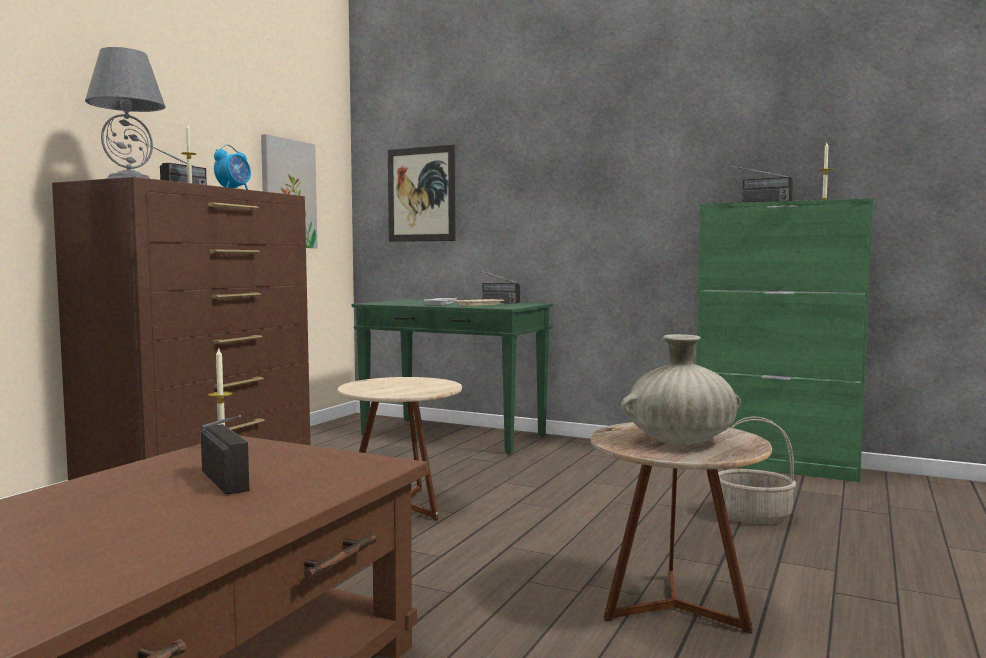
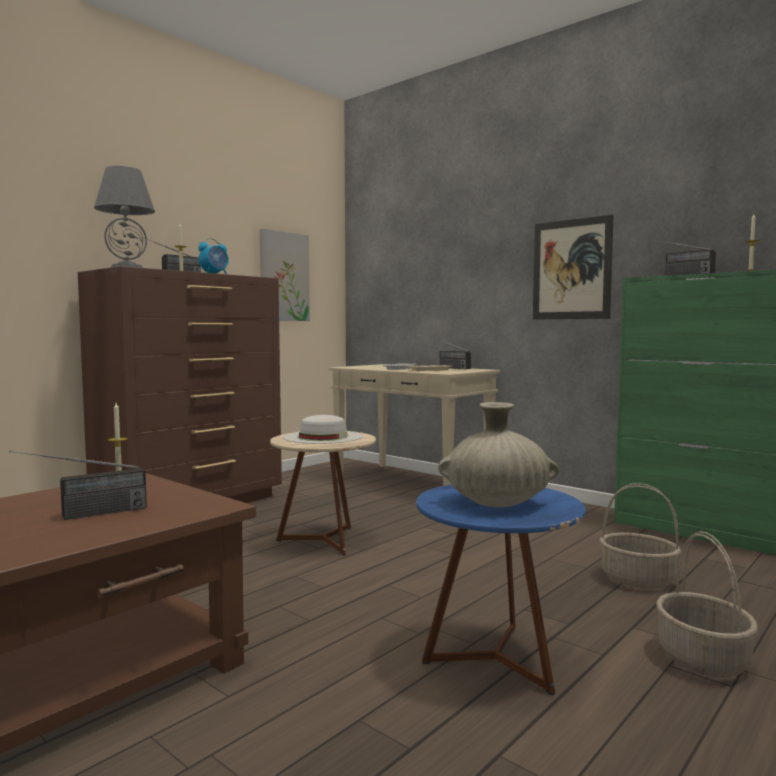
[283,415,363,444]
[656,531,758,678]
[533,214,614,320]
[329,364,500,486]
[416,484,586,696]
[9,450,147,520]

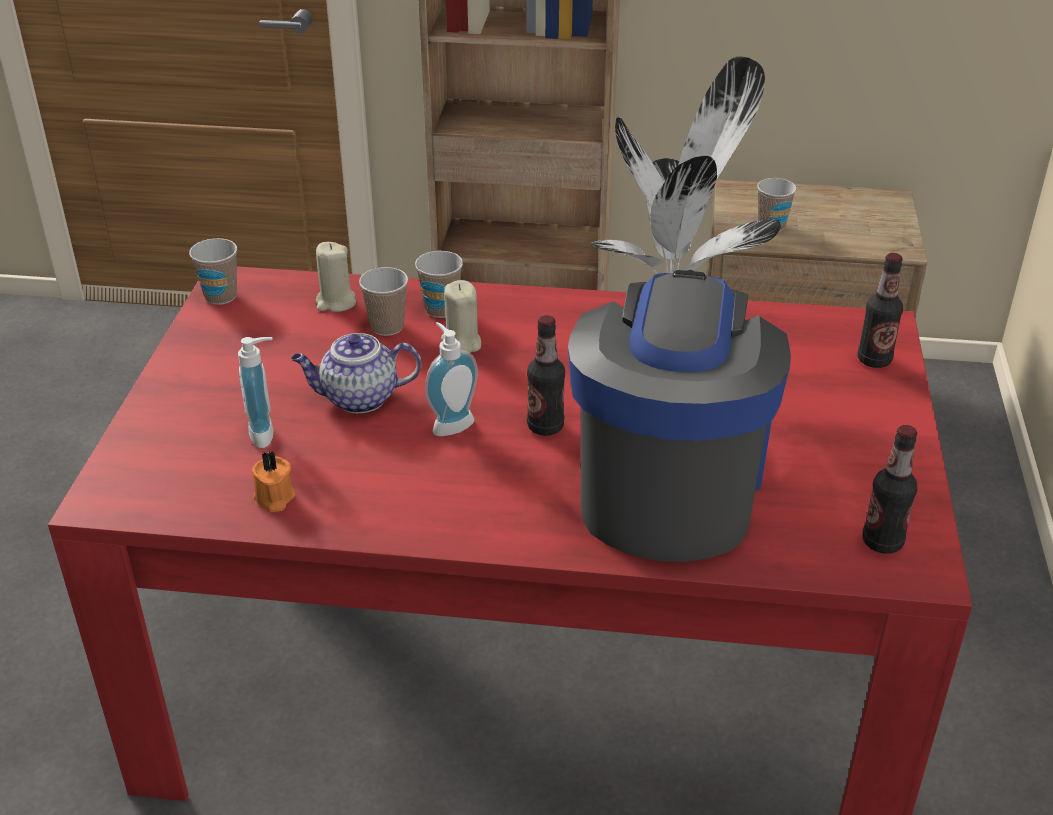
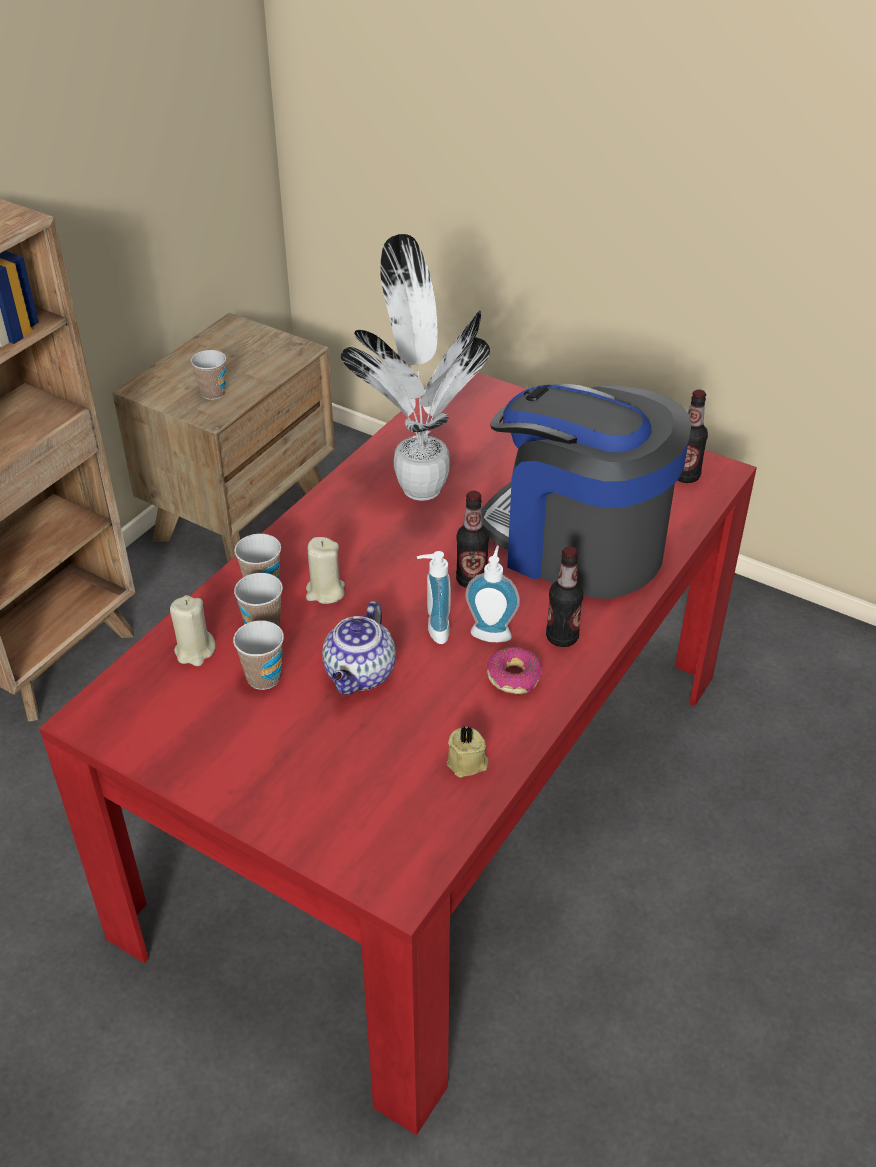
[487,647,542,694]
[233,620,284,690]
[465,546,520,642]
[546,546,583,647]
[447,725,489,777]

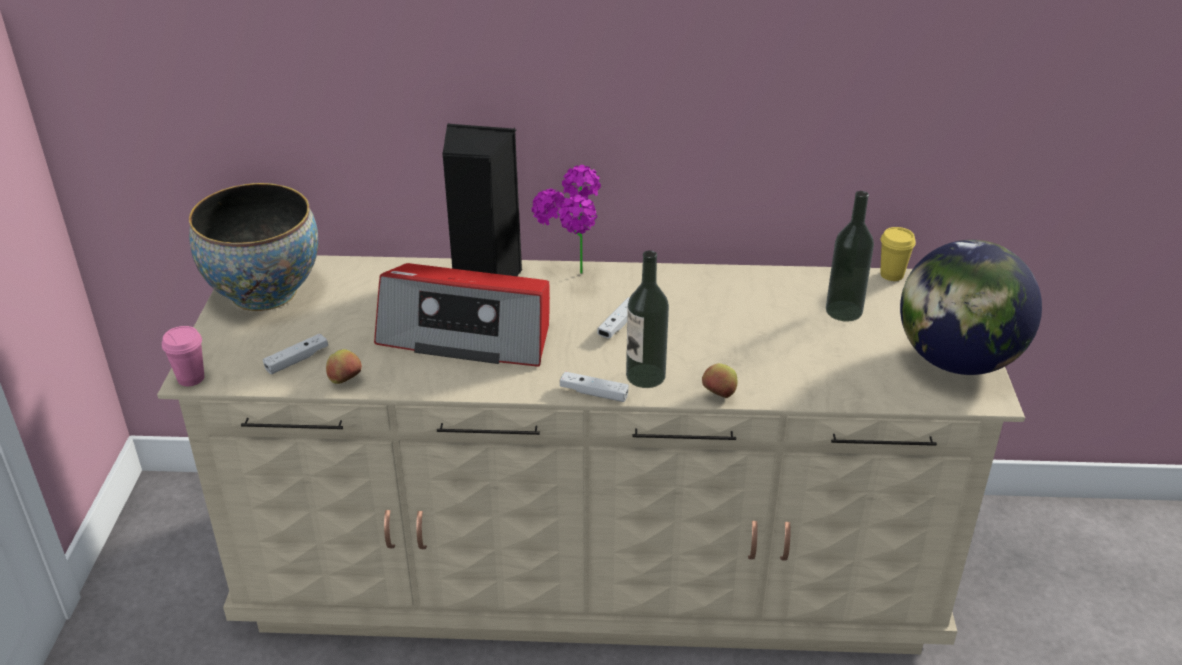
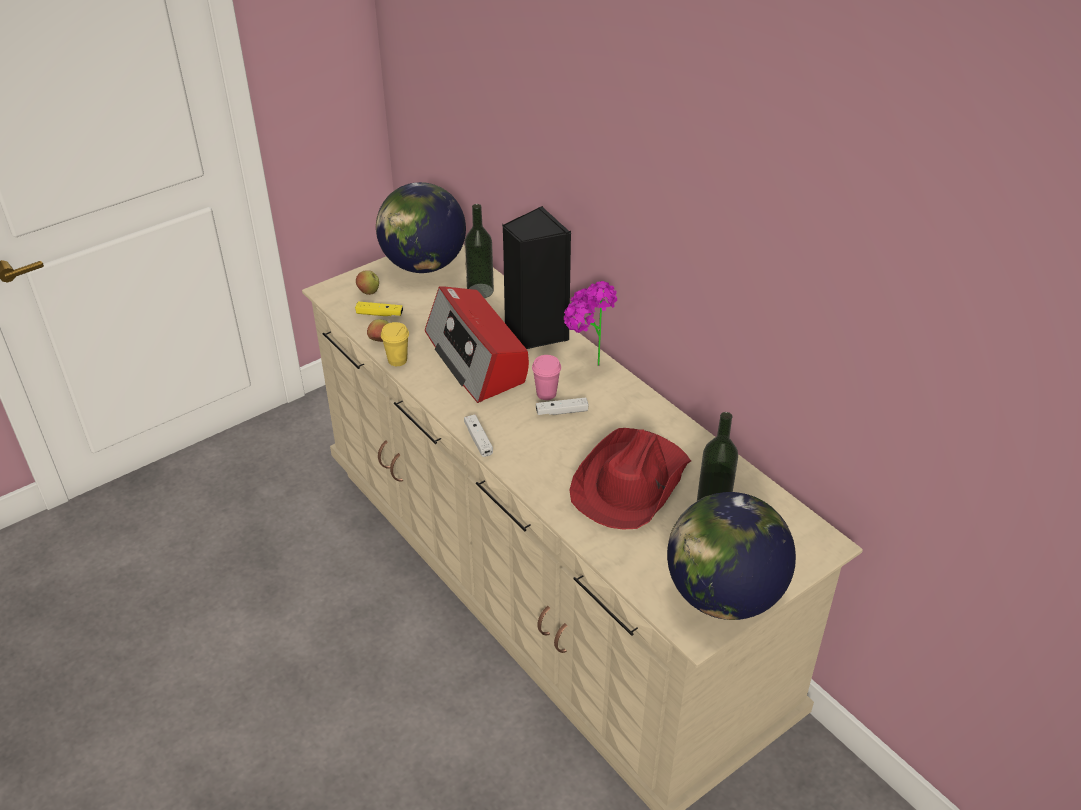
[569,428,691,529]
[532,355,561,400]
[464,204,494,298]
[356,270,379,295]
[381,322,409,366]
[376,182,466,273]
[355,302,403,316]

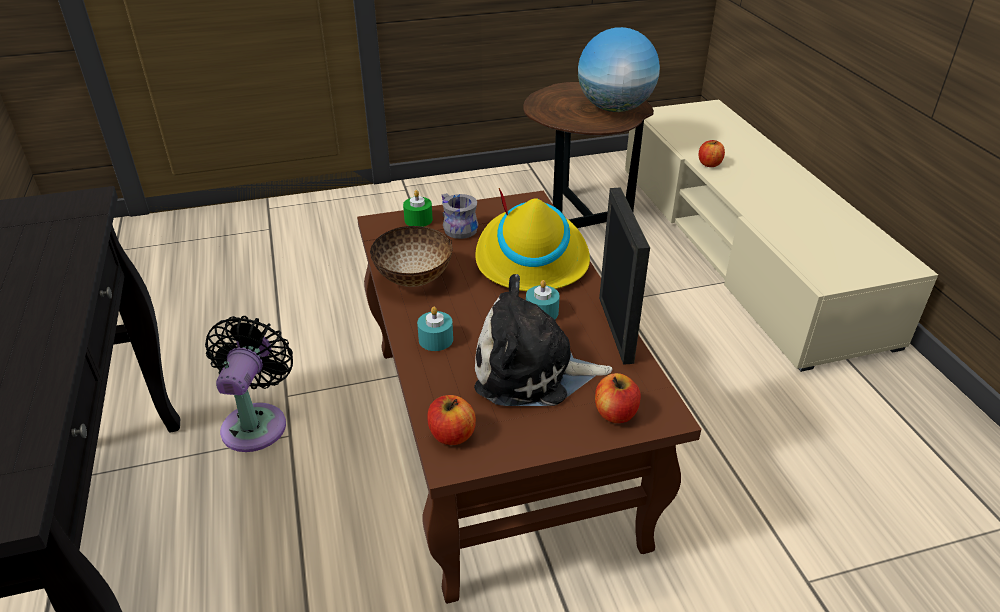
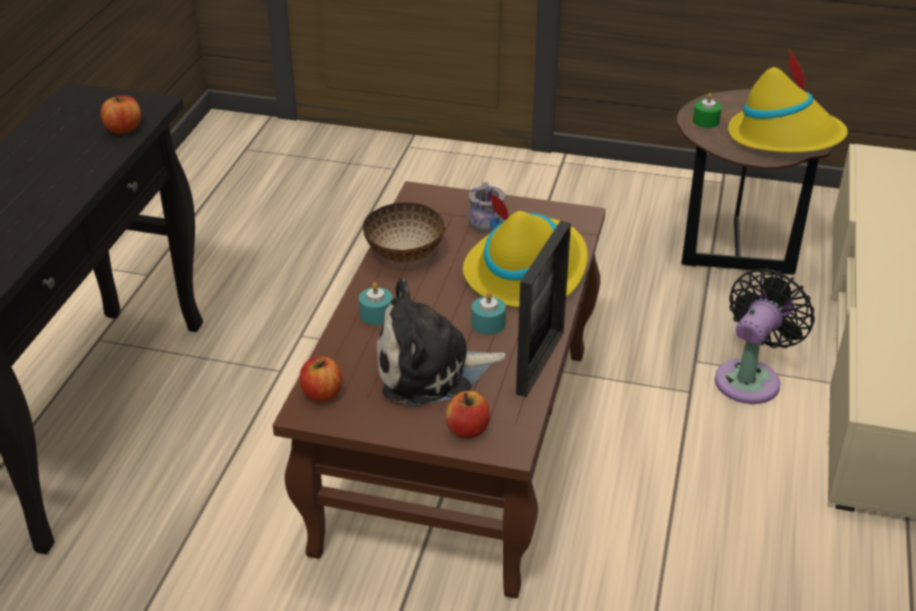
[715,268,815,404]
[693,93,722,128]
[101,95,141,134]
[728,48,848,153]
[377,279,506,405]

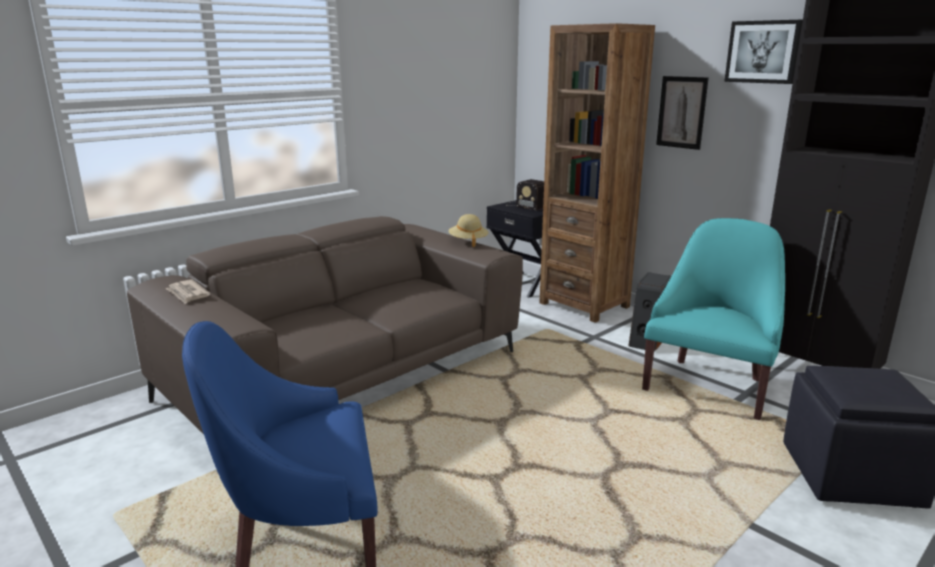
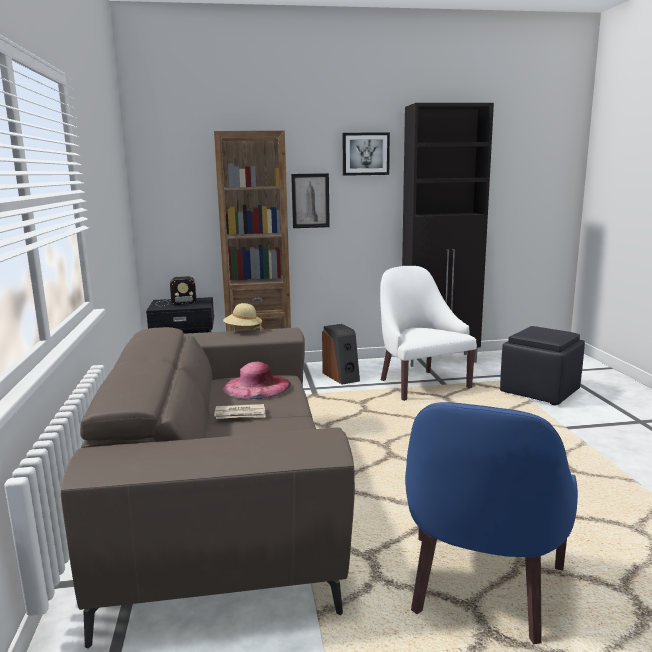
[223,362,291,399]
[214,404,266,419]
[380,266,477,401]

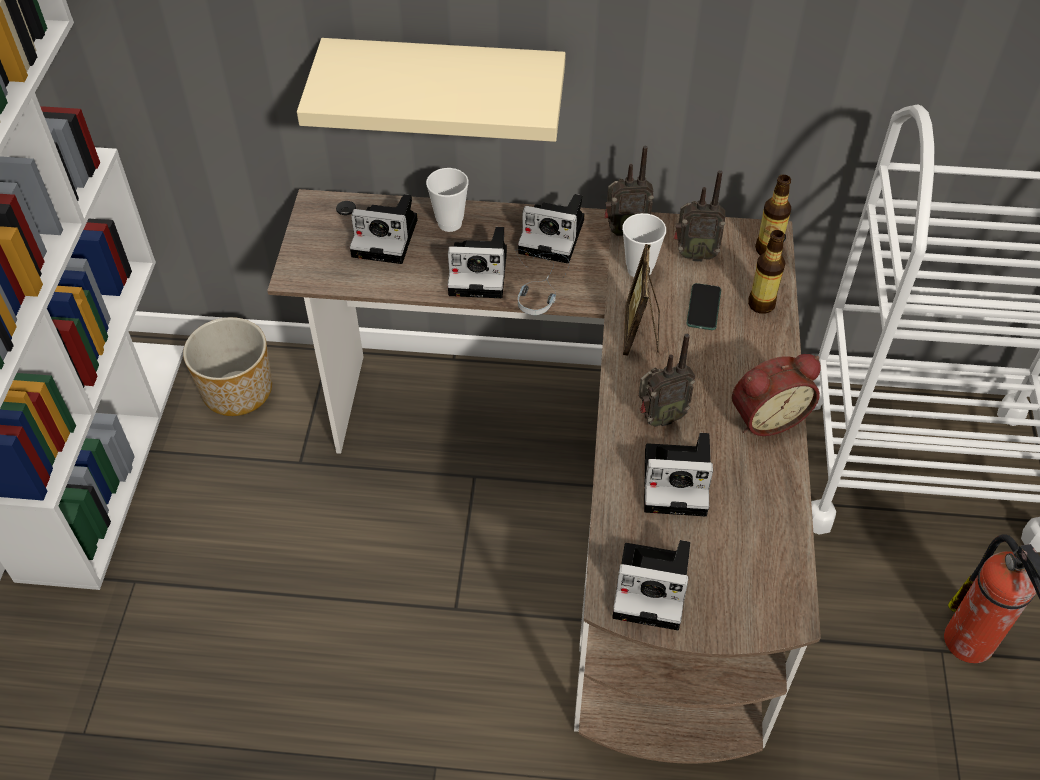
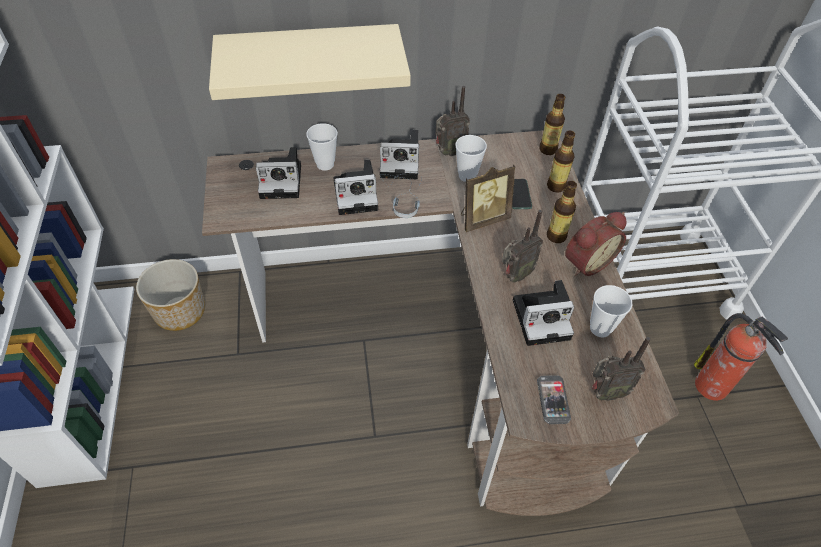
[547,181,577,243]
[590,285,632,338]
[592,337,650,401]
[537,375,571,424]
[461,165,515,232]

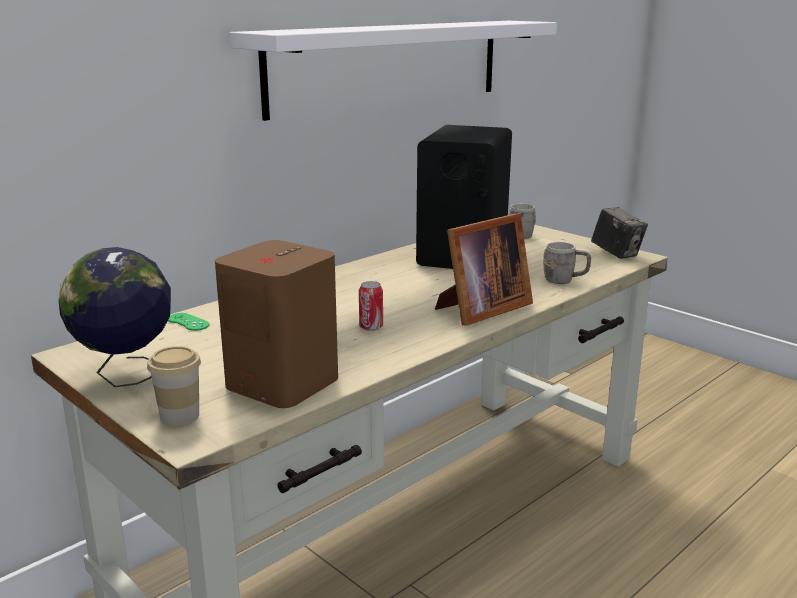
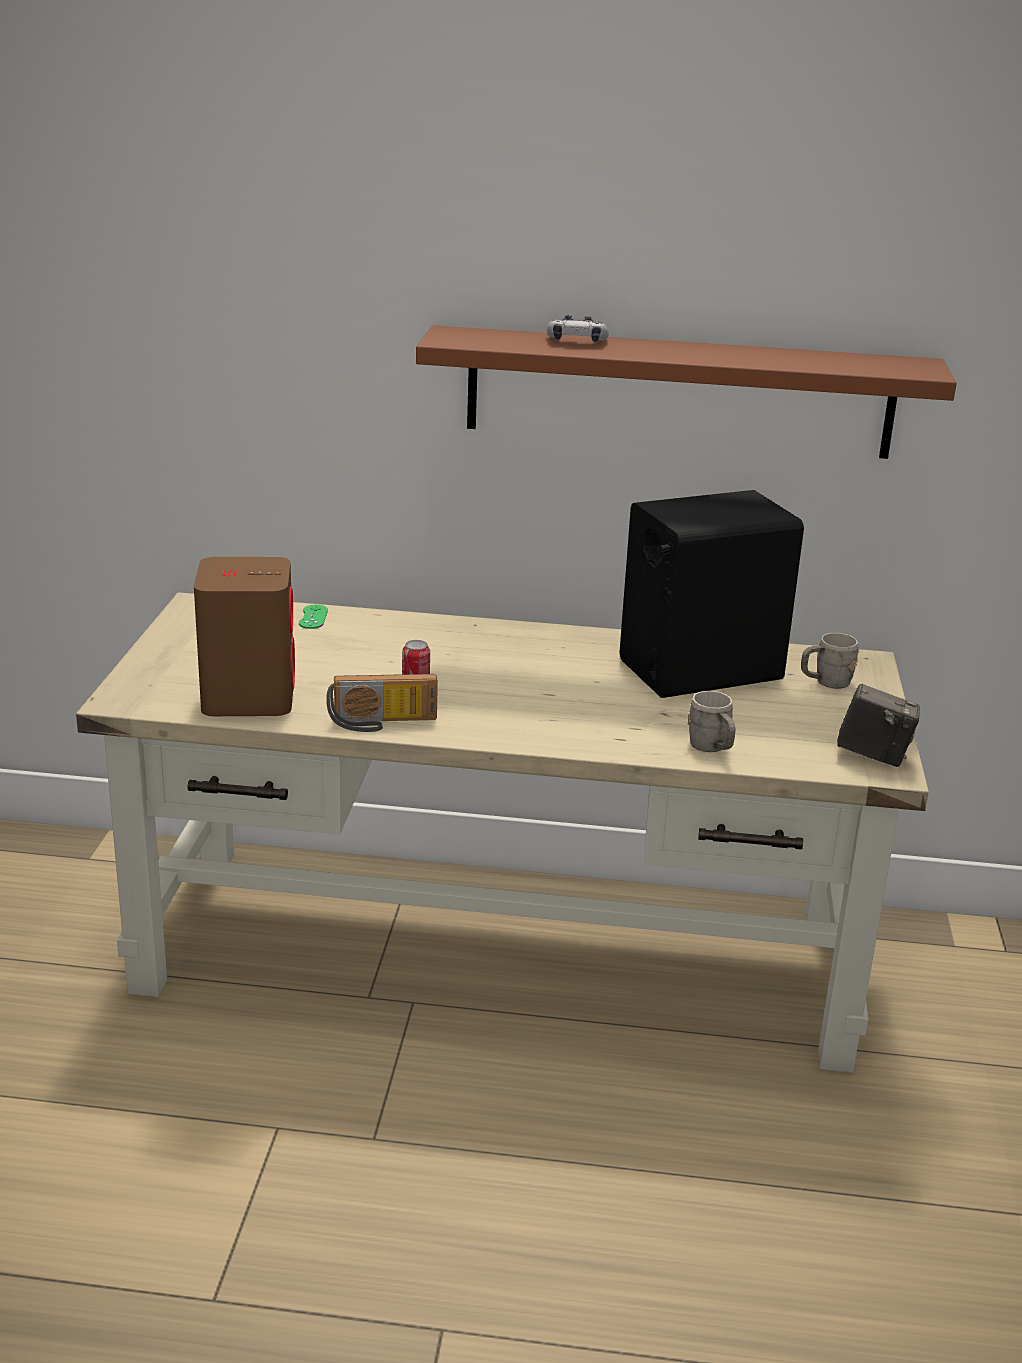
[58,247,171,387] (first image)
[147,346,201,426] (first image)
[435,213,533,326] (first image)
[326,674,438,732]
[547,315,609,342]
[416,325,957,459]
[837,683,920,767]

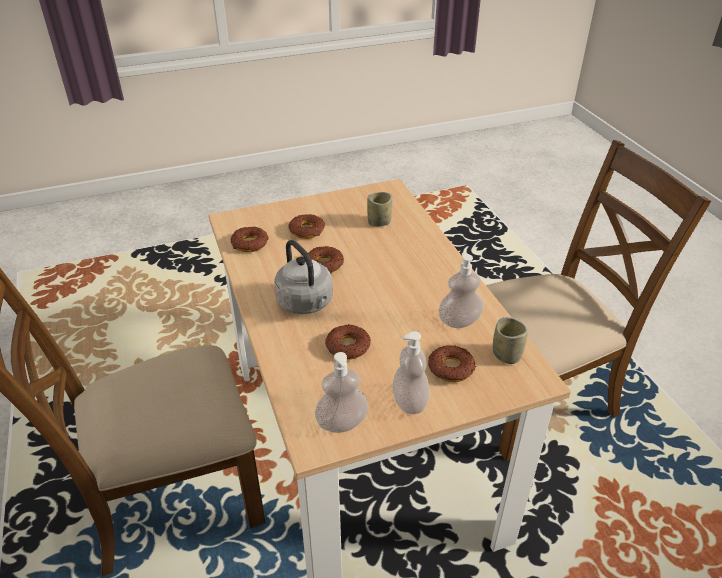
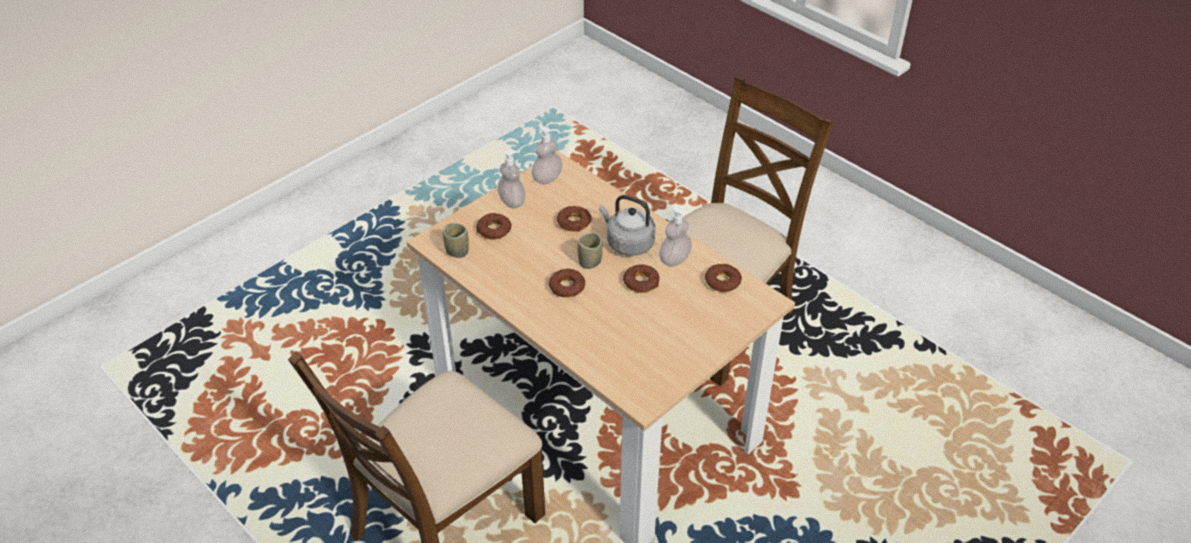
[549,269,585,297]
[577,233,603,269]
[659,207,692,267]

